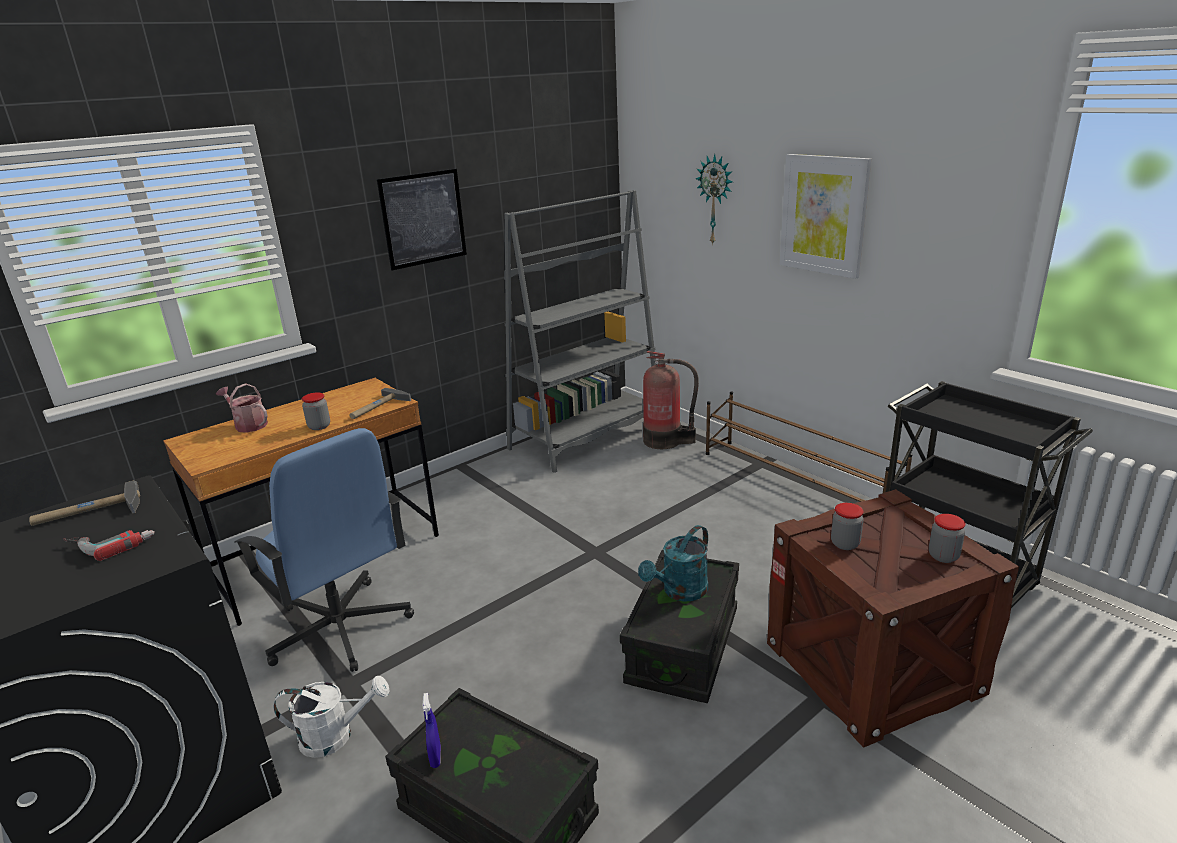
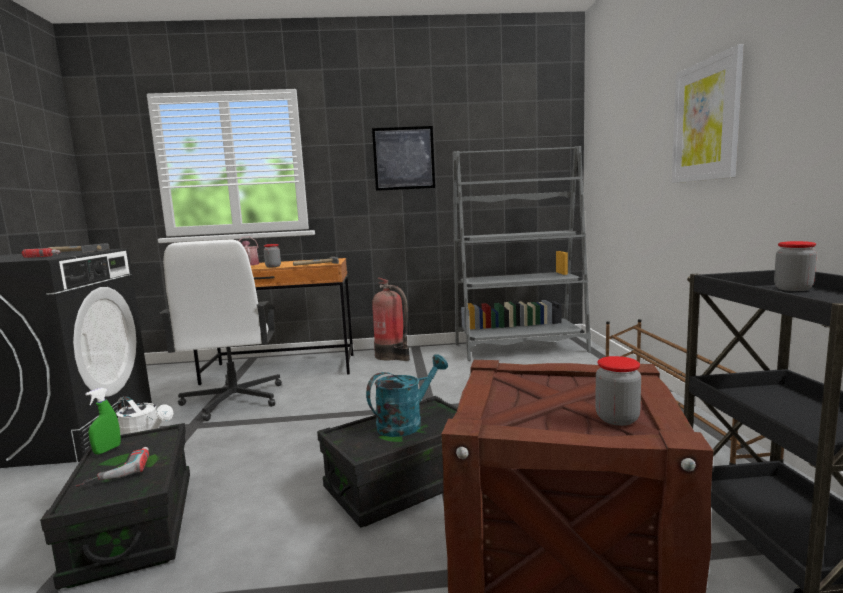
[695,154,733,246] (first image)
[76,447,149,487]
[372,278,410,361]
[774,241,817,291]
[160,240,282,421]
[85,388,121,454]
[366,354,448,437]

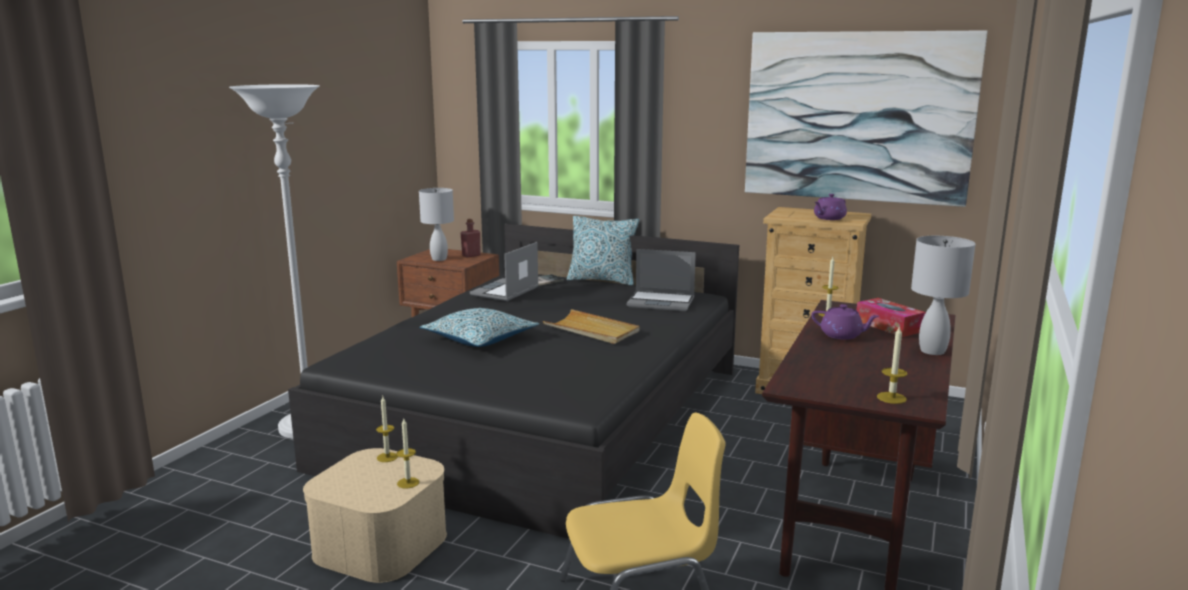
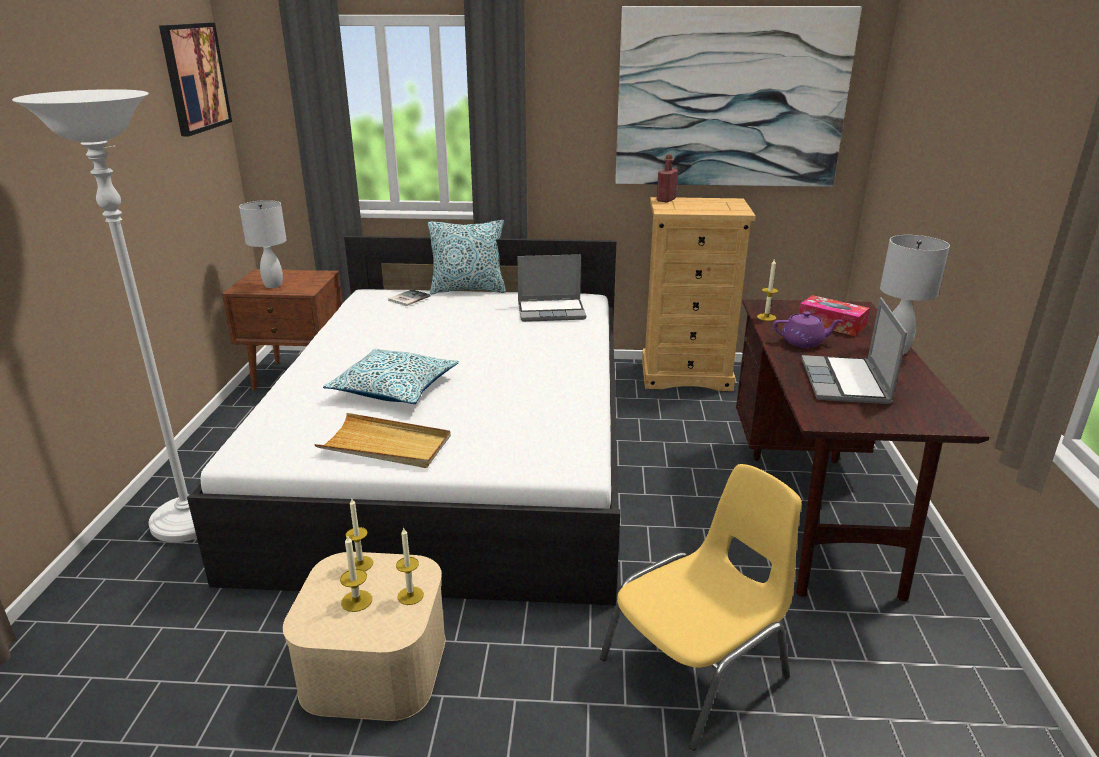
[814,194,847,220] (first image)
[159,23,232,136]
[657,154,678,203]
[801,297,907,404]
[314,413,451,468]
[340,535,372,612]
[187,236,620,605]

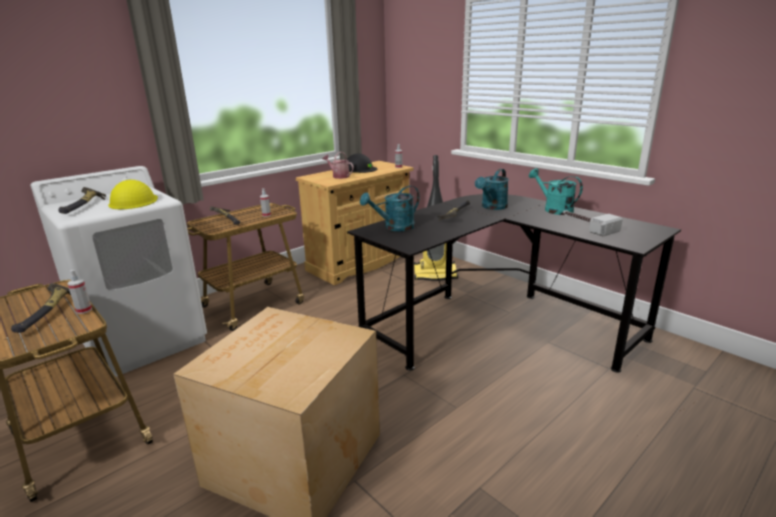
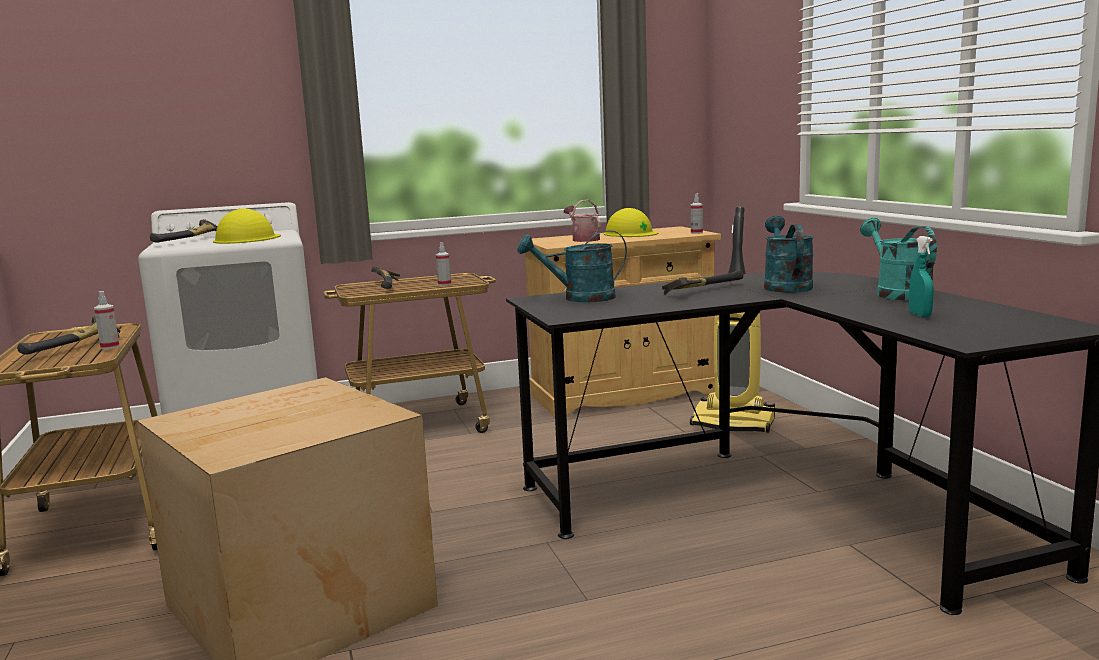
[909,236,934,317]
[604,208,658,237]
[764,216,814,293]

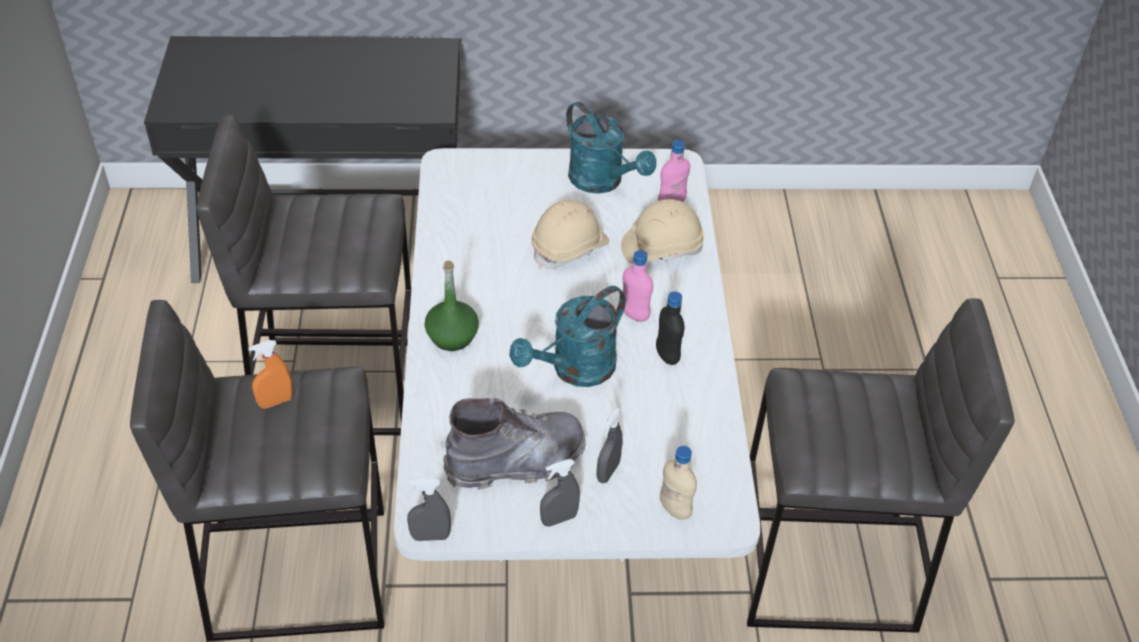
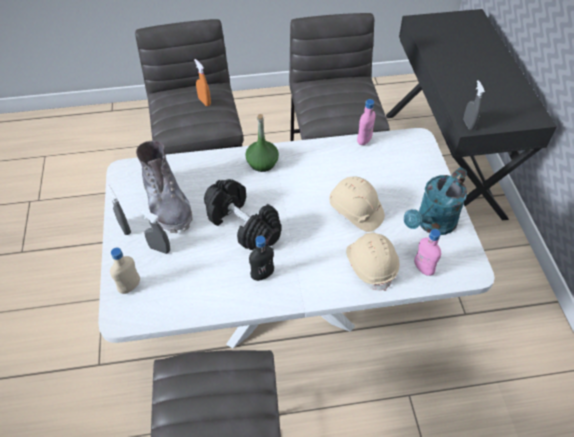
[464,80,485,130]
[357,99,376,145]
[204,179,282,250]

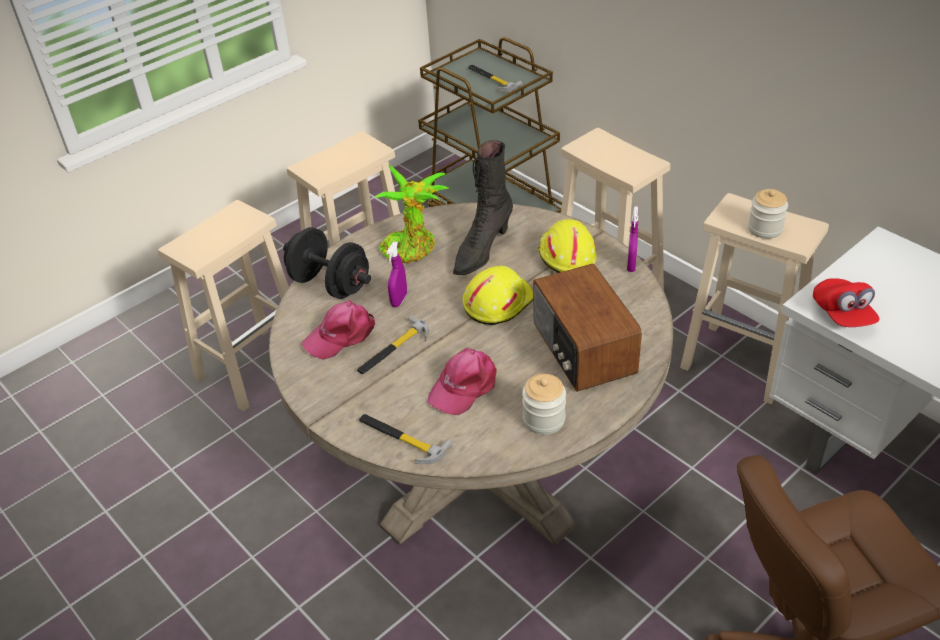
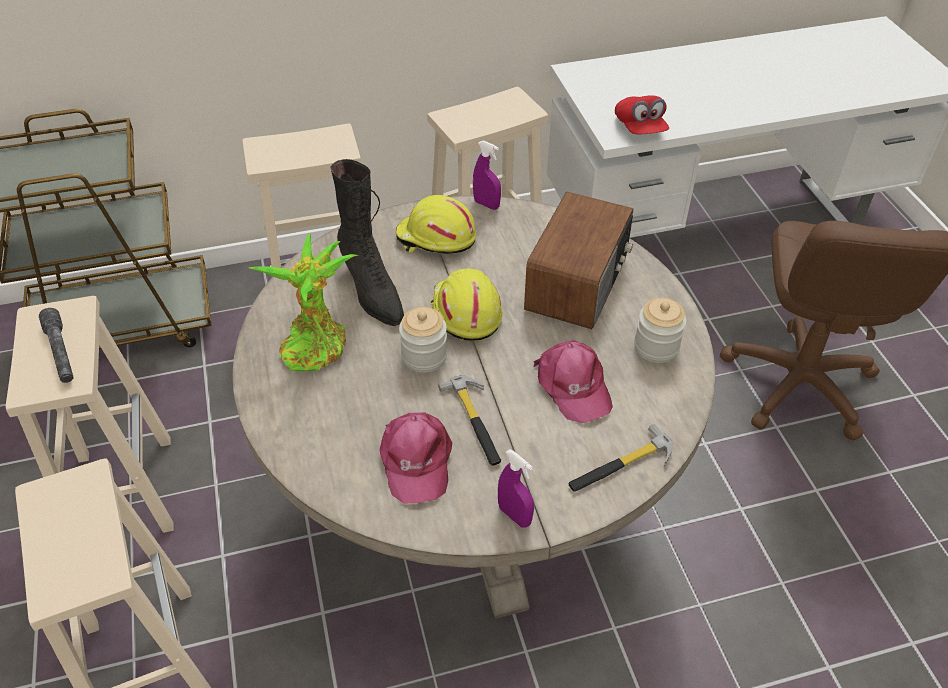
[283,227,371,299] (first image)
[468,65,523,92] (first image)
[39,308,73,383]
[498,449,534,528]
[399,307,447,373]
[524,192,633,329]
[615,95,669,134]

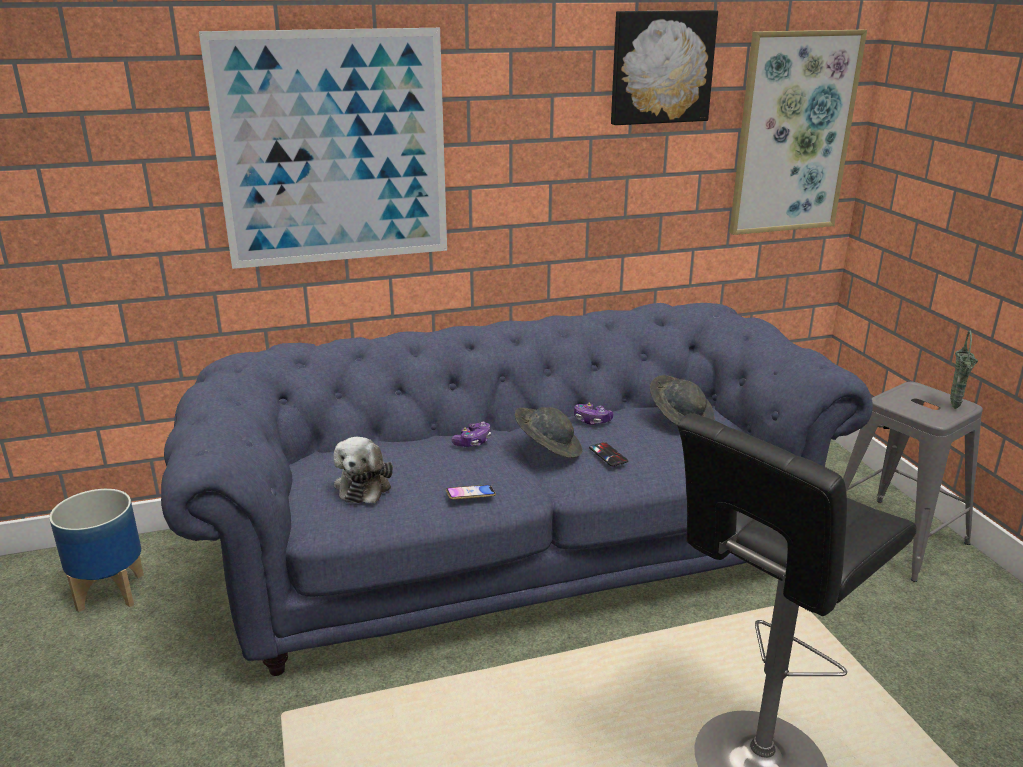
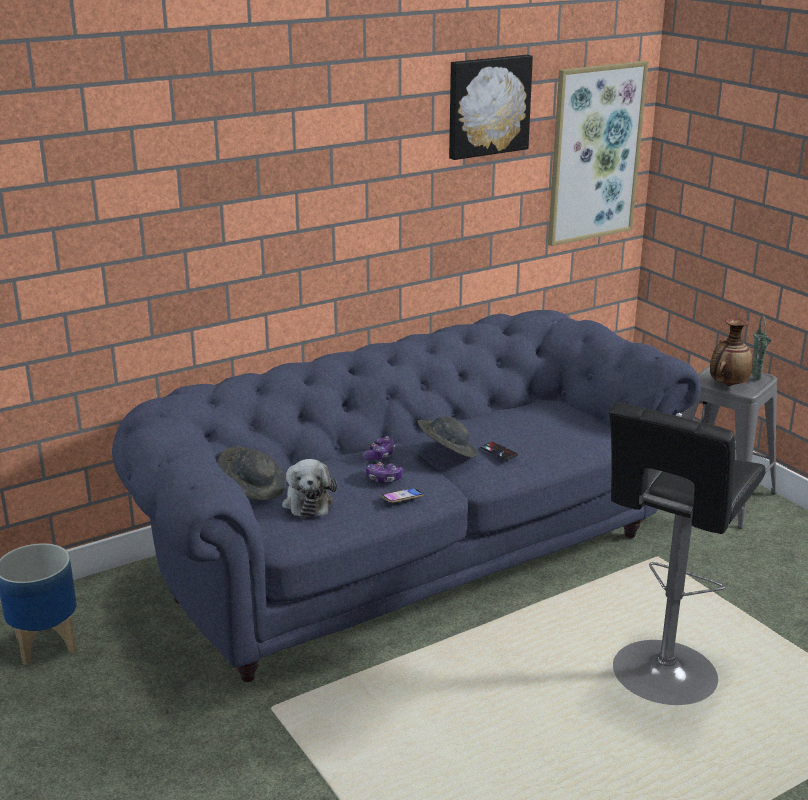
[199,28,447,269] (first image)
[710,318,753,386]
[366,462,404,483]
[218,447,286,501]

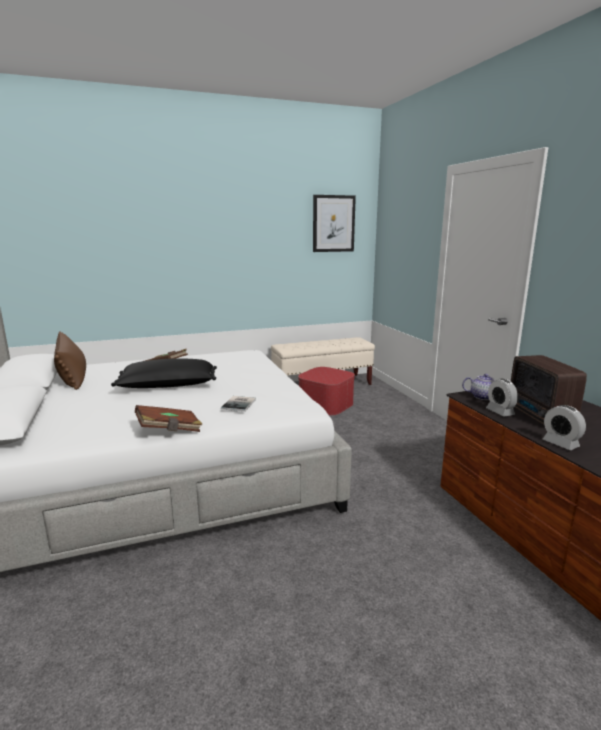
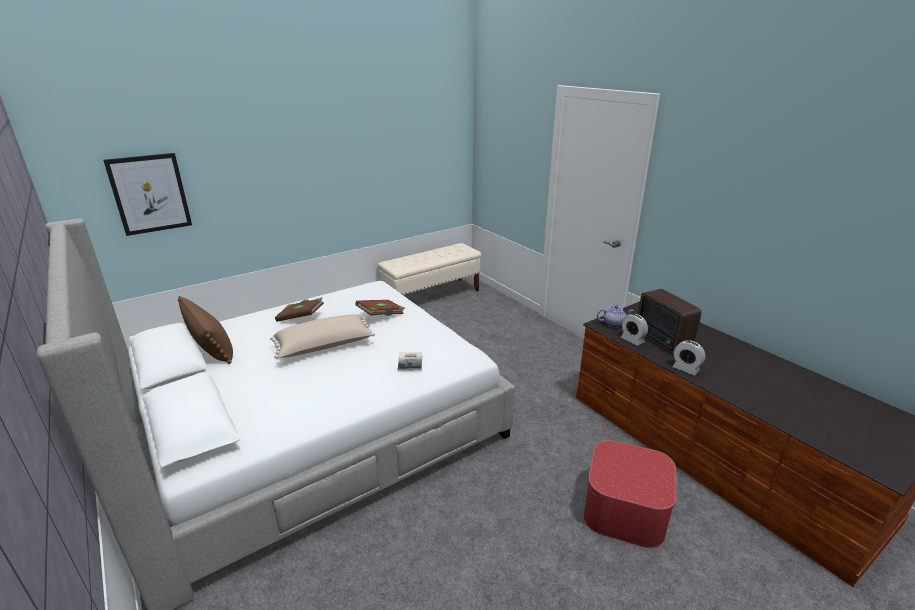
[355,300,405,316]
[584,440,676,548]
[103,153,192,236]
[270,314,375,359]

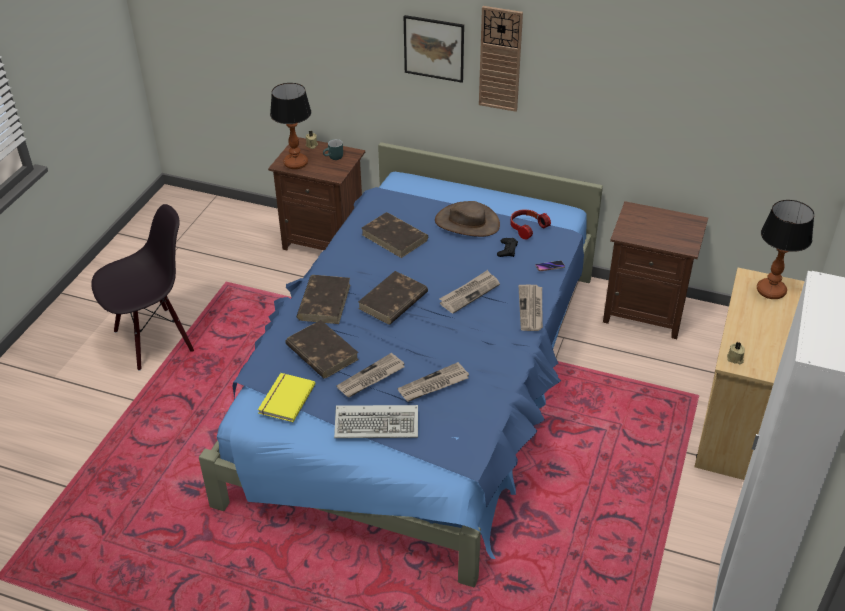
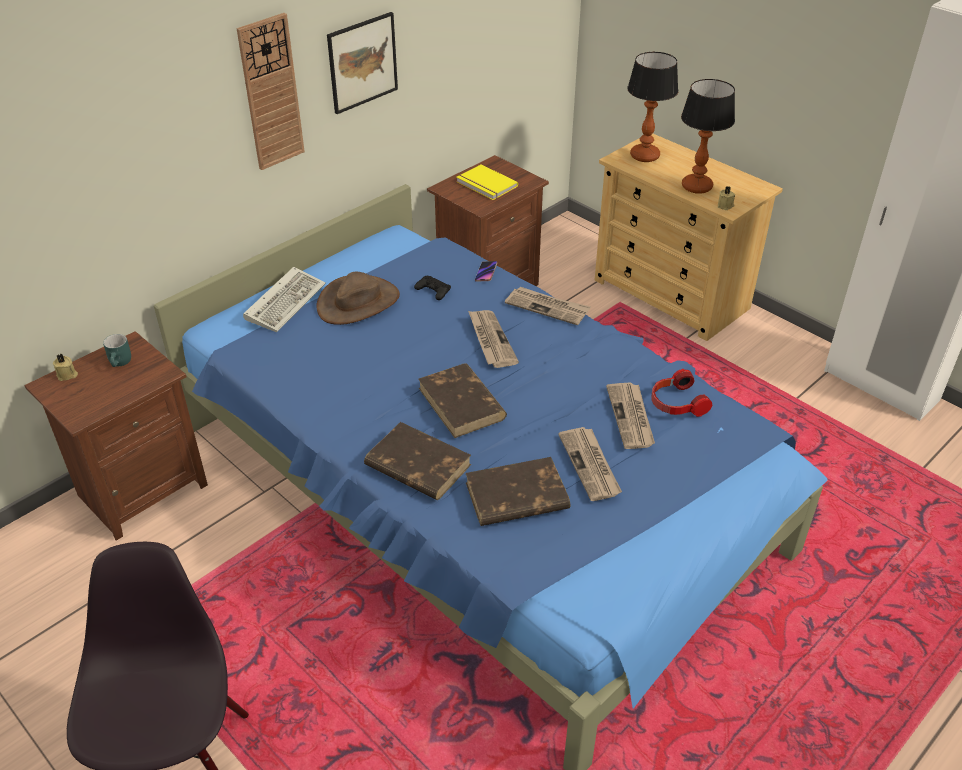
[362,212,428,258] (first image)
[456,164,518,200]
[681,79,735,194]
[243,267,326,332]
[327,12,398,114]
[651,369,712,417]

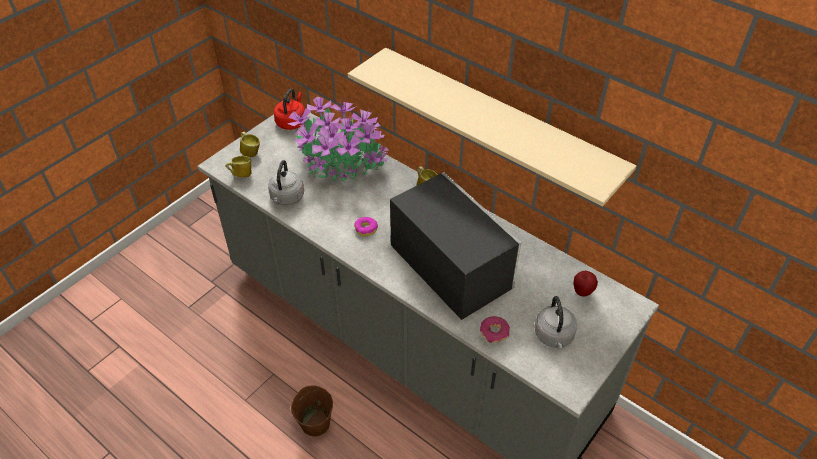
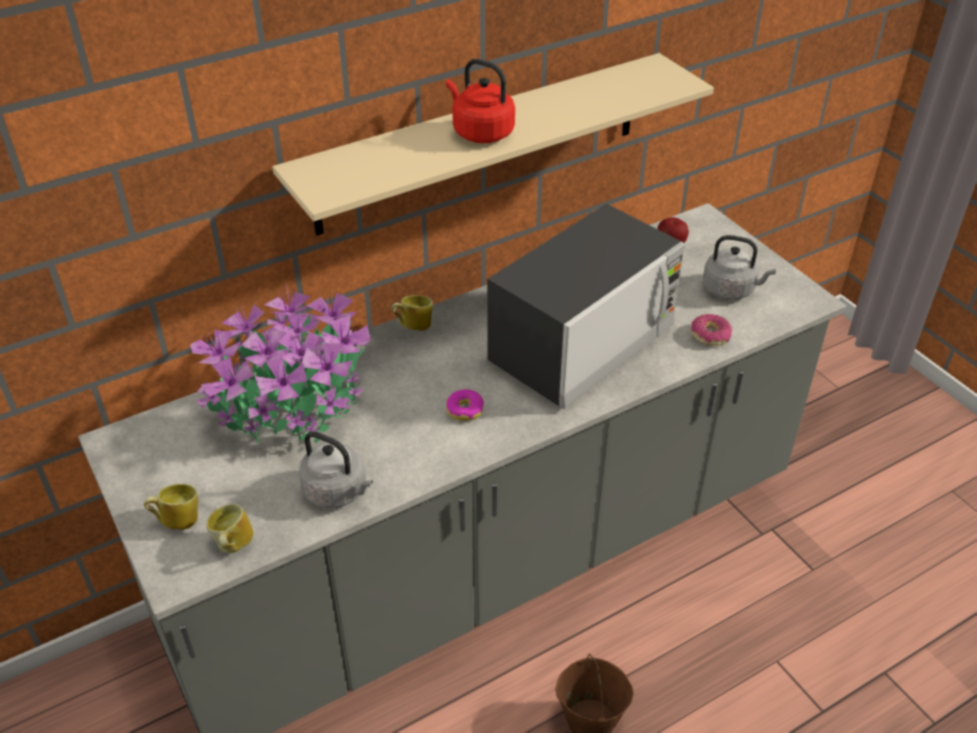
[446,59,515,143]
[487,204,685,409]

